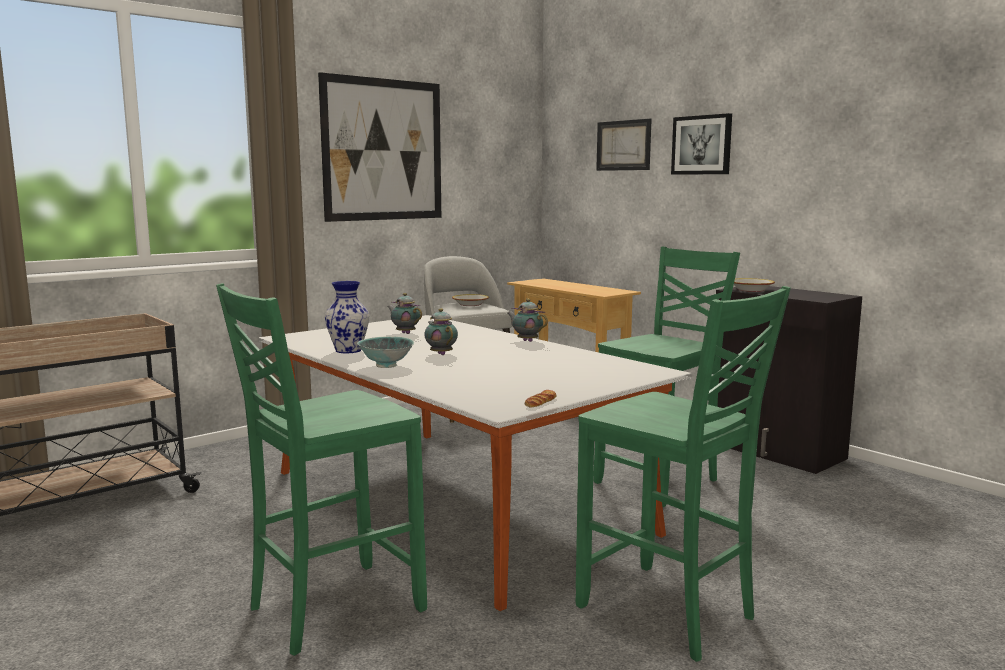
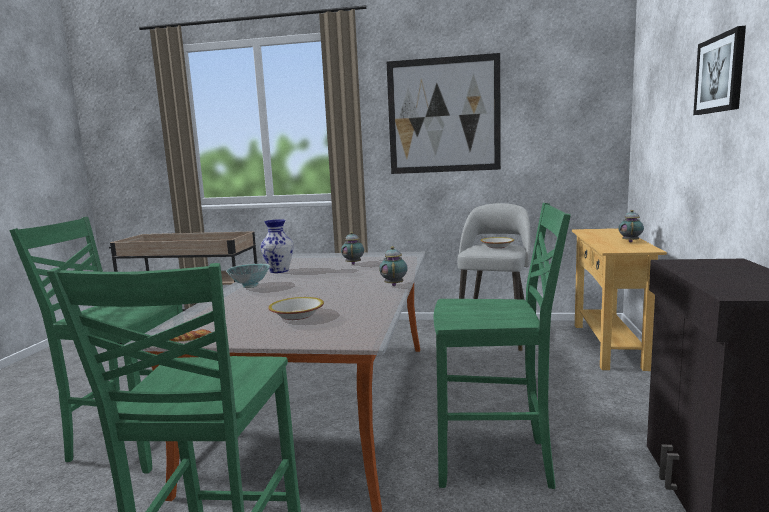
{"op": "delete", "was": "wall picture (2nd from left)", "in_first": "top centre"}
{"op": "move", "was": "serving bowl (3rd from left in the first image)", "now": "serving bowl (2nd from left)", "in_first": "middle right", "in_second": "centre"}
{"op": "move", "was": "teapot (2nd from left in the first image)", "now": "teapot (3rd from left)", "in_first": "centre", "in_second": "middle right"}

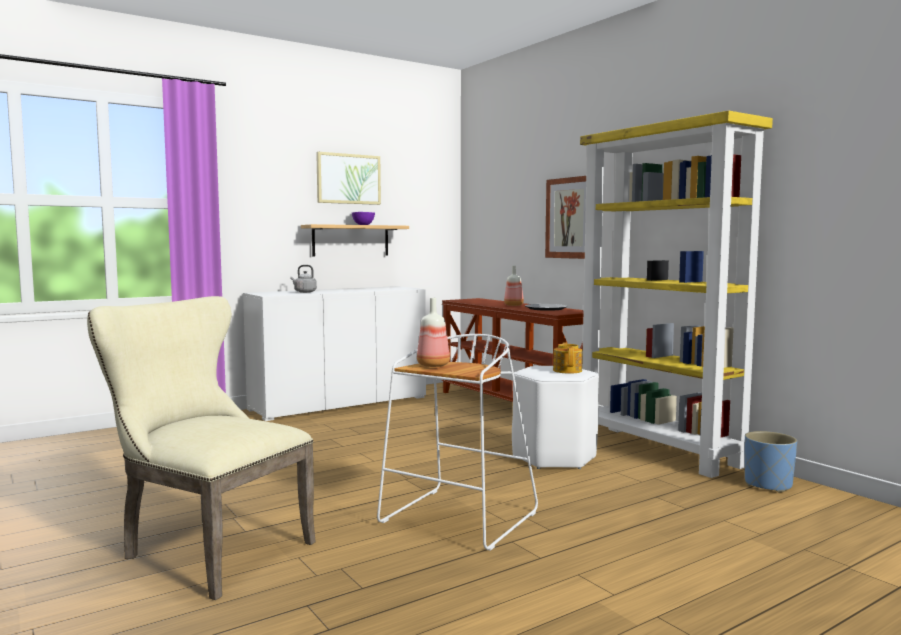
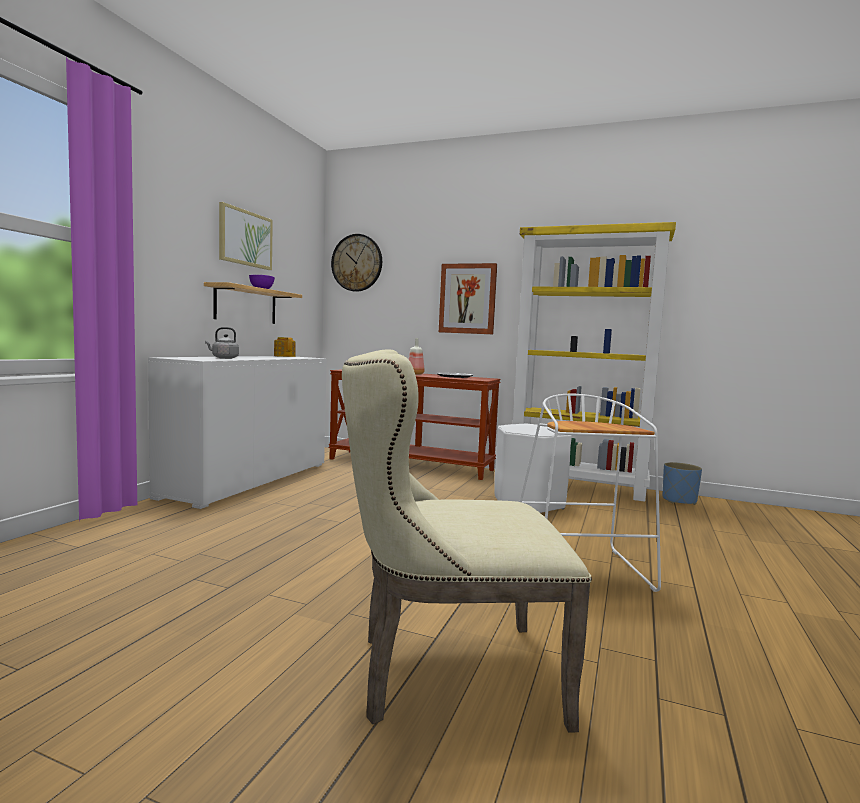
{"op": "delete", "was": "bottle (1st from left)", "in_first": "centre"}
{"op": "move", "was": "teapot", "in_first": "centre", "in_second": "middle left"}
{"op": "insert", "now": "clock on the wall", "in_second": "top centre"}

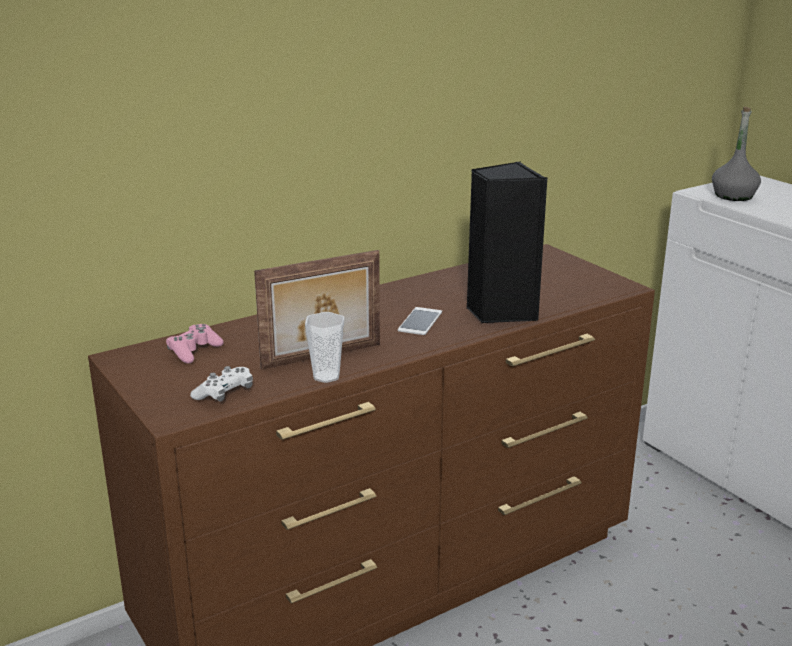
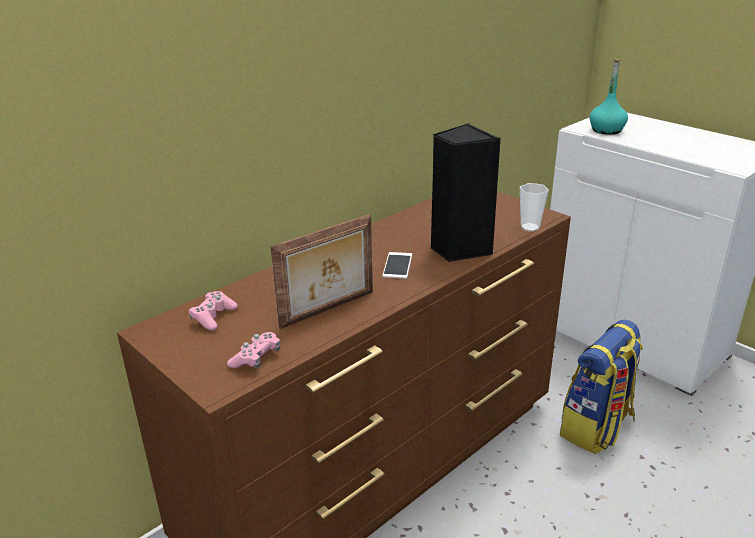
{"op": "recolor", "was": "gray bottle", "now": "turquoise-coloured bottle", "in_first": "top right", "in_second": "top right"}
{"op": "move", "was": "cup", "in_first": "centre", "in_second": "middle right"}
{"op": "recolor", "was": "whitish game controller", "now": "pink-coloured game controller (2nd from left)", "in_first": "middle left", "in_second": "centre"}
{"op": "insert", "now": "knapsack", "in_second": "bottom right"}

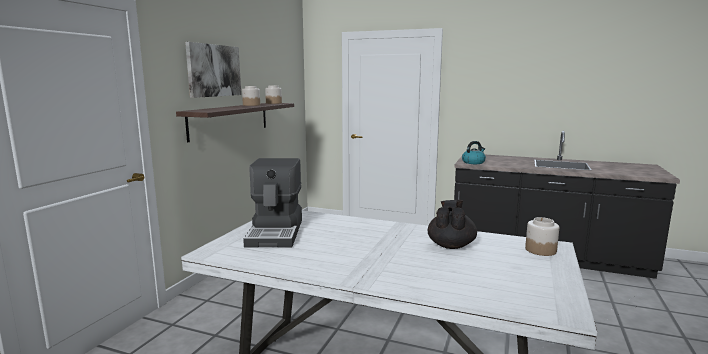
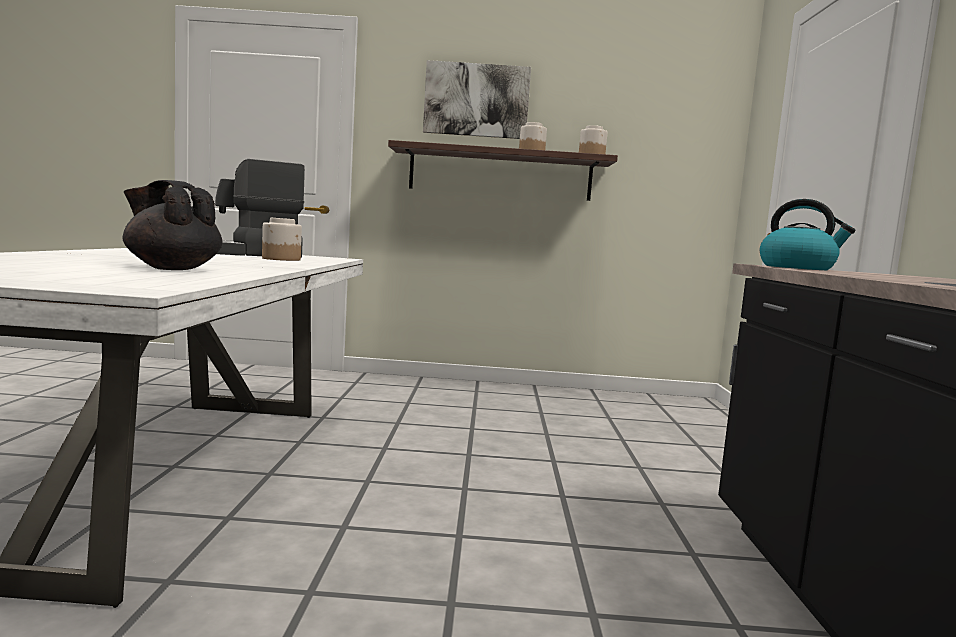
{"op": "rotate", "was": "blackish teapot", "in_first": "centre", "in_second": "middle left", "clockwise": -150}
{"op": "move", "was": "preserve jar (3rd from left in the first image)", "now": "preserve jar (1st from left)", "in_first": "bottom right", "in_second": "middle left"}

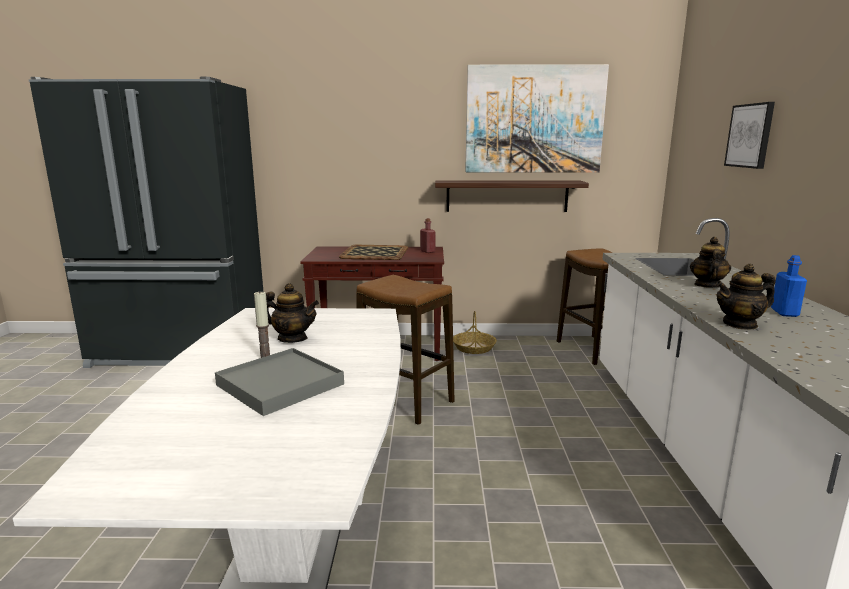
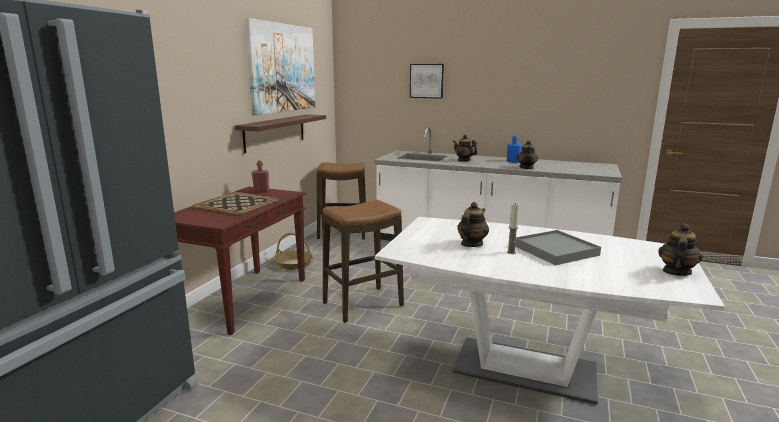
{"op": "insert", "now": "teapot (4th from left)", "in_second": "middle right"}

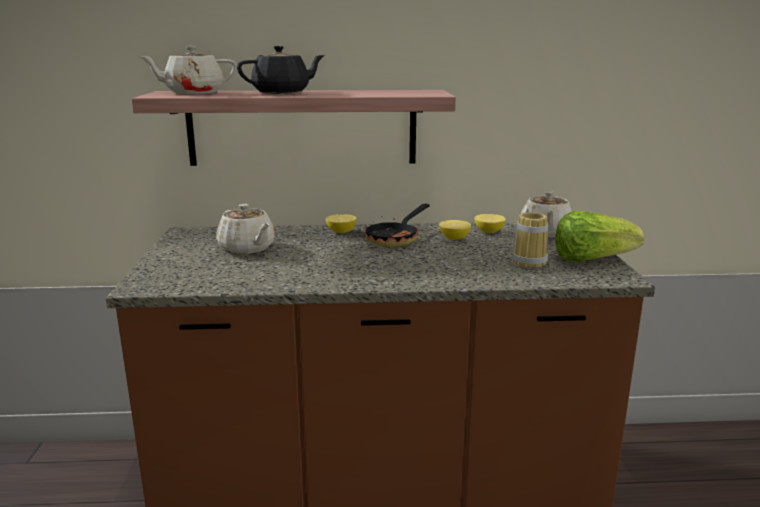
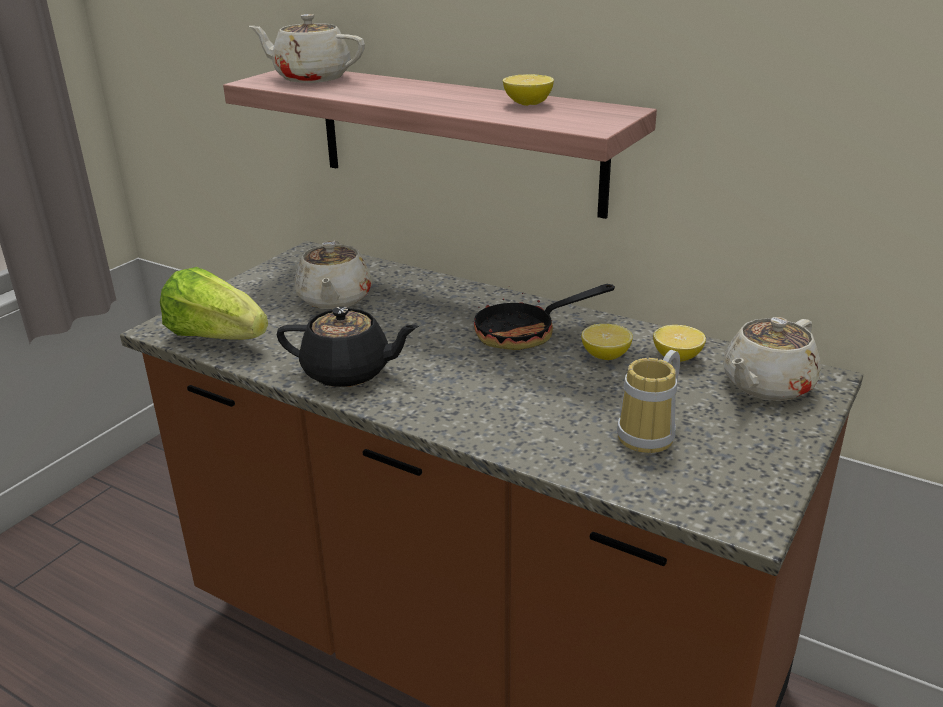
{"op": "move", "was": "blackish teapot", "in_first": "top centre", "in_second": "centre"}
{"op": "move", "was": "lettuce", "in_first": "middle right", "in_second": "middle left"}
{"op": "move", "was": "lemon (1st from left)", "in_first": "centre", "in_second": "top centre"}

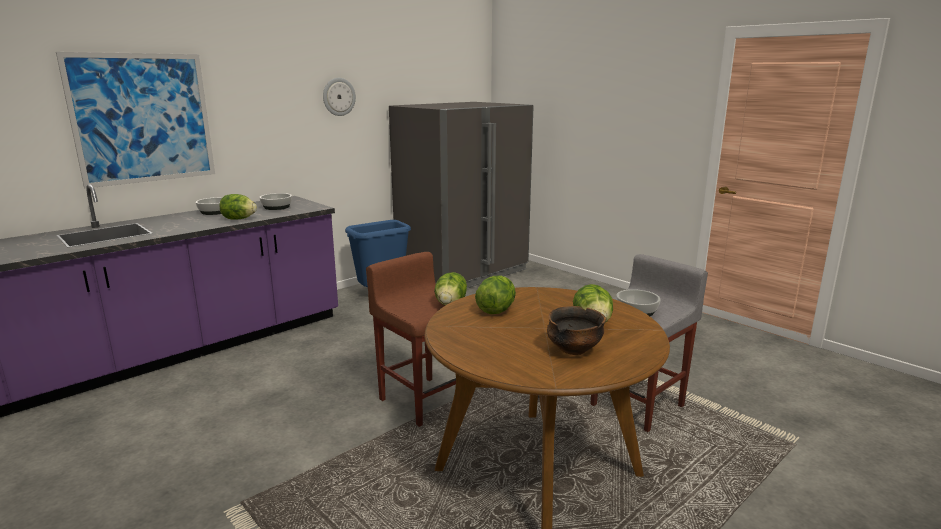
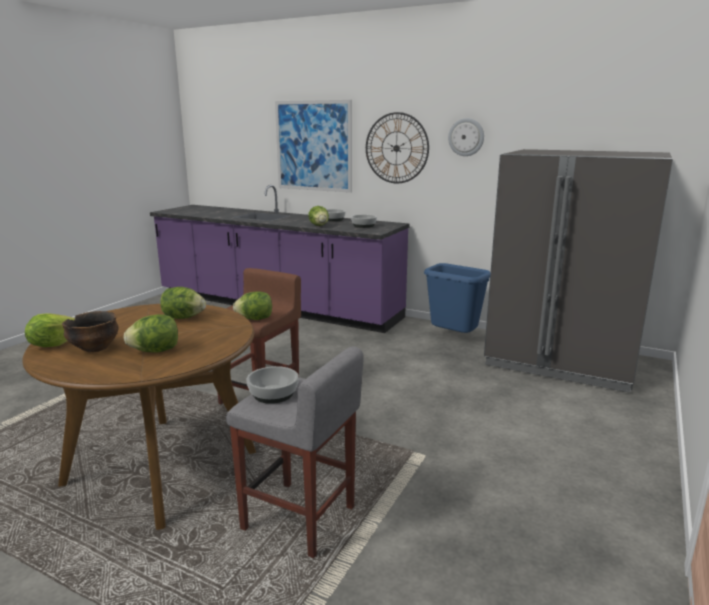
{"op": "insert", "now": "clock on the wall (1st from left)", "in_second": "top centre"}
{"op": "insert", "now": "lettuce (1st from left)", "in_second": "middle left"}

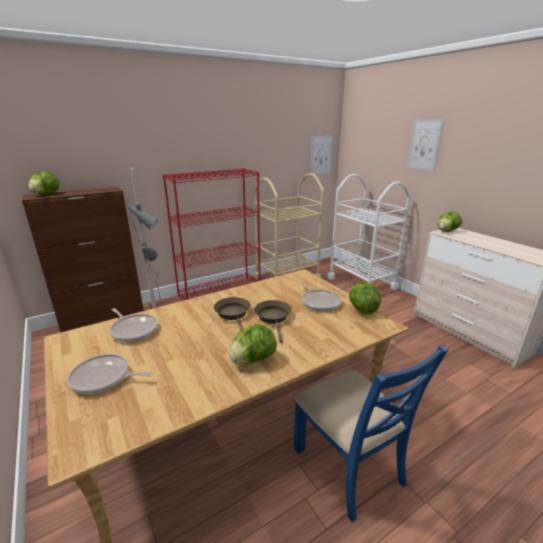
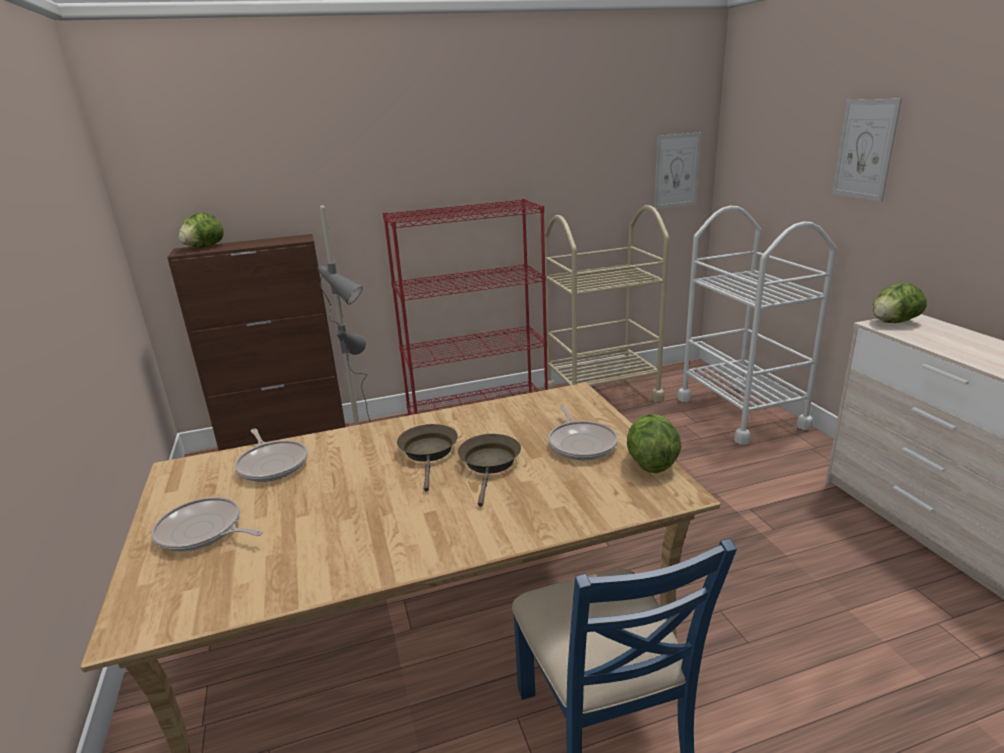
{"op": "delete", "was": "lettuce (2nd from left)", "in_first": "centre"}

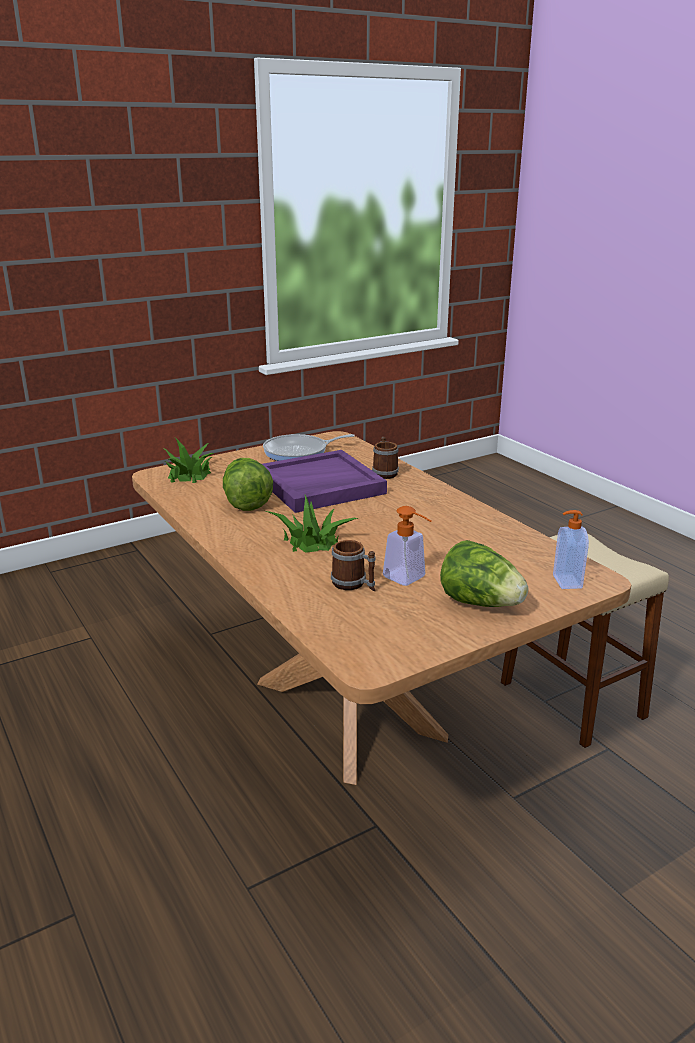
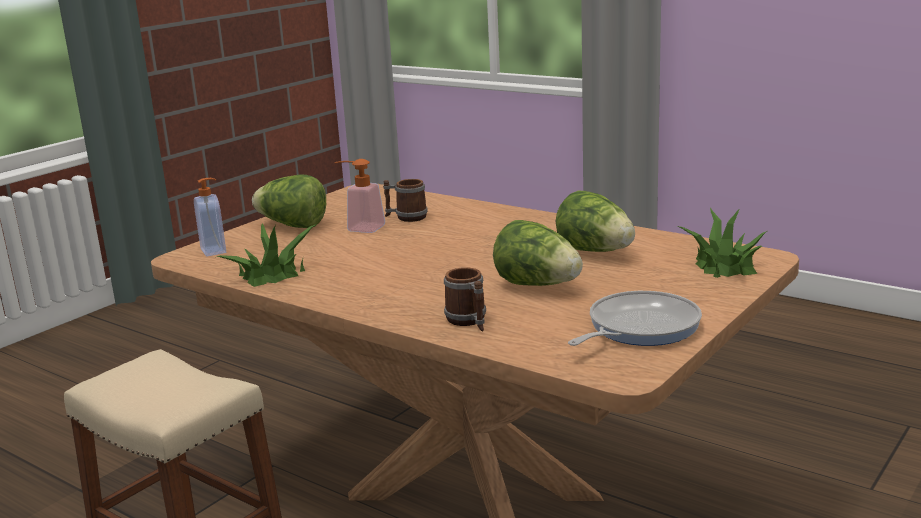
{"op": "replace", "was": "purplish carrying tray", "now": "lettuce (2nd from left)", "in_first": "centre", "in_second": "centre"}
{"op": "move", "was": "houseplant (2nd from left in the first image)", "now": "houseplant (1st from left)", "in_first": "centre", "in_second": "middle left"}

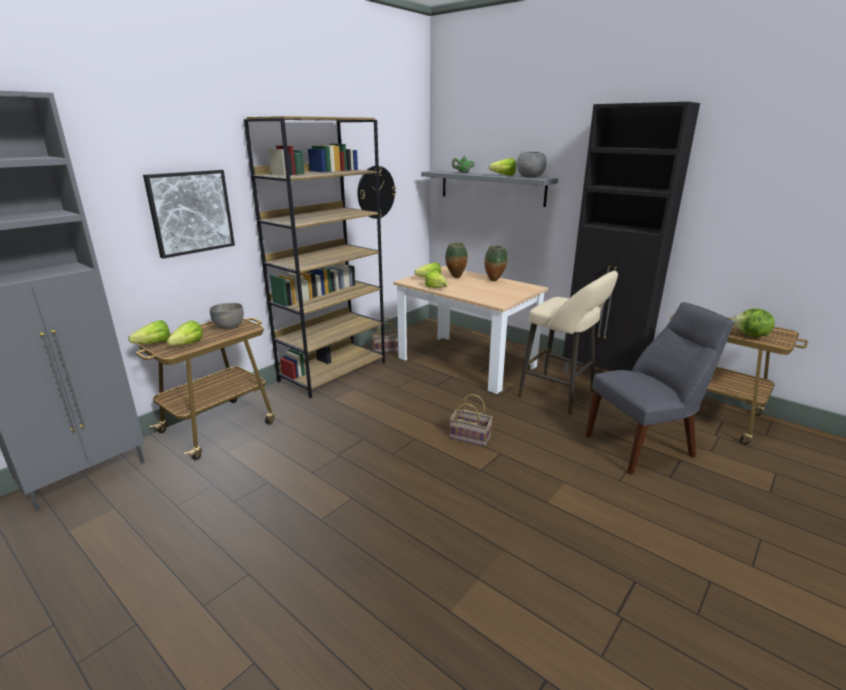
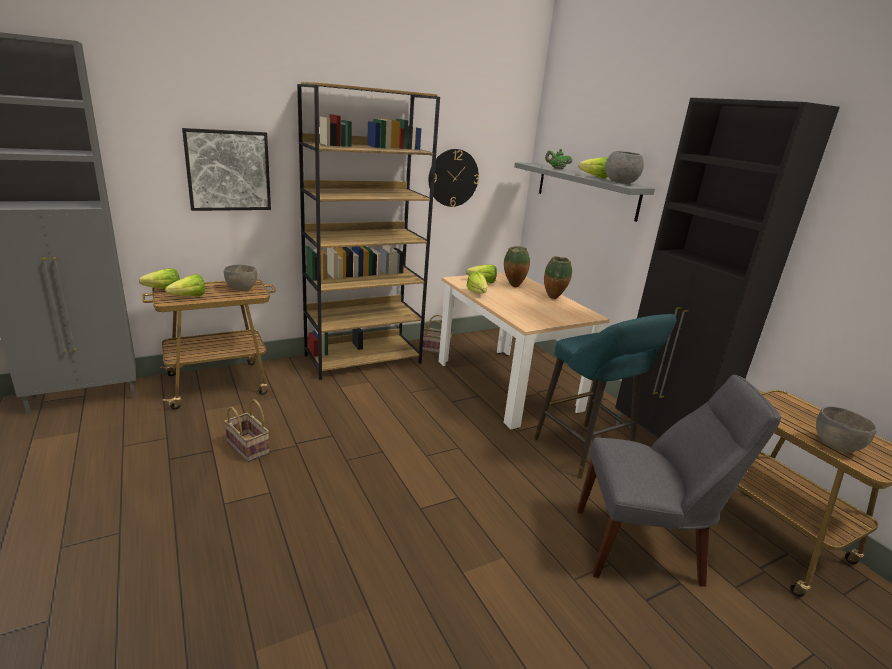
{"op": "recolor", "was": "beige-coloured stool", "now": "turquoise-coloured stool", "in_first": "middle right", "in_second": "middle right"}
{"op": "replace", "was": "lettuce (6th from left)", "now": "gray serving bowl (3rd from left)", "in_first": "middle right", "in_second": "middle right"}
{"op": "move", "was": "household basket (2nd from left in the first image)", "now": "household basket (1st from left)", "in_first": "centre", "in_second": "middle left"}

